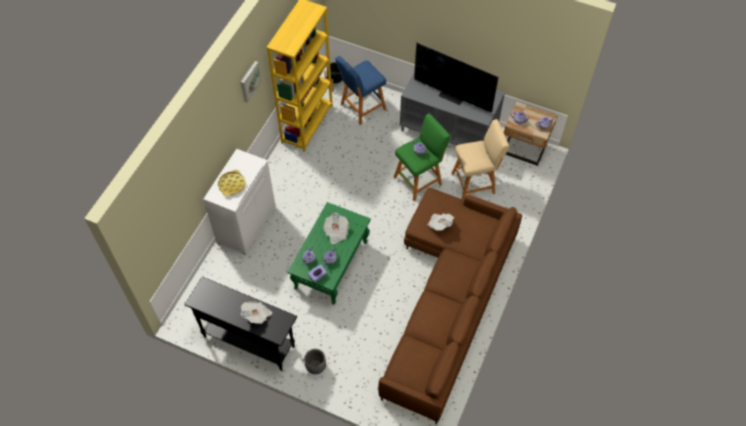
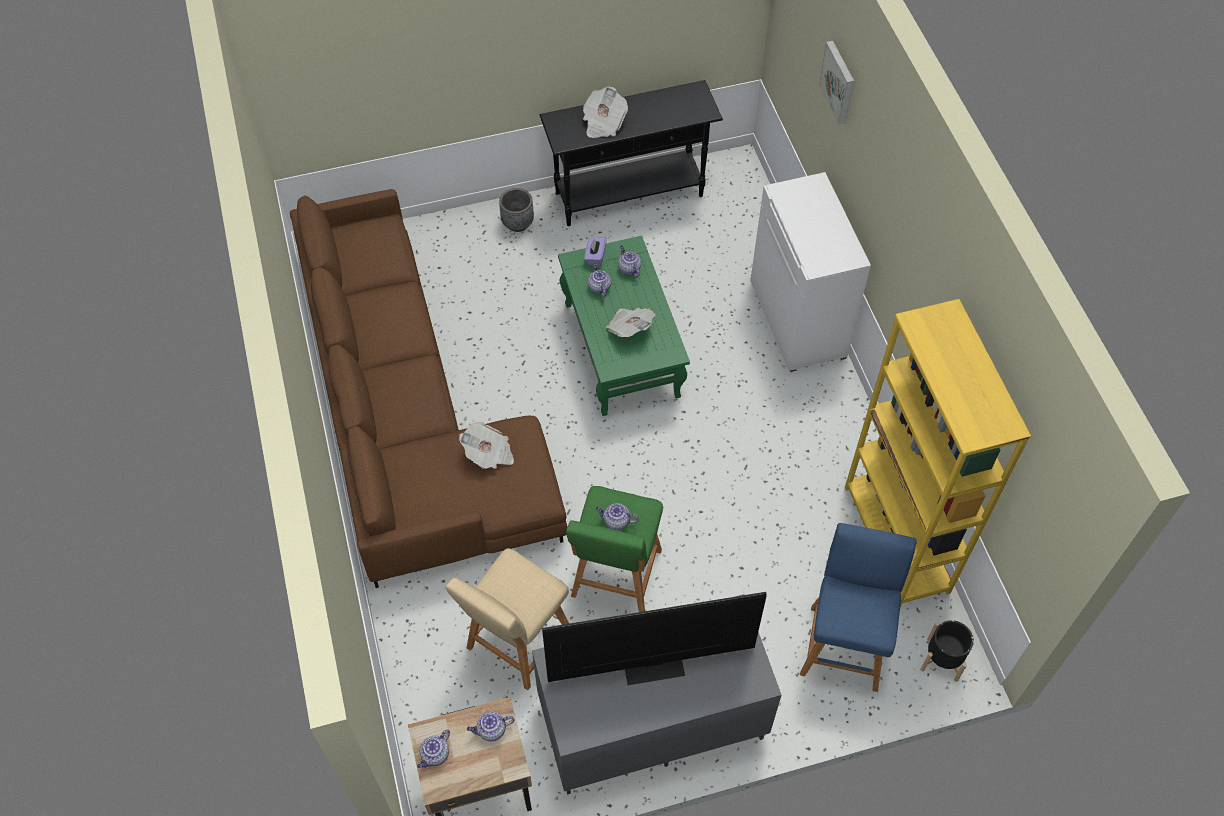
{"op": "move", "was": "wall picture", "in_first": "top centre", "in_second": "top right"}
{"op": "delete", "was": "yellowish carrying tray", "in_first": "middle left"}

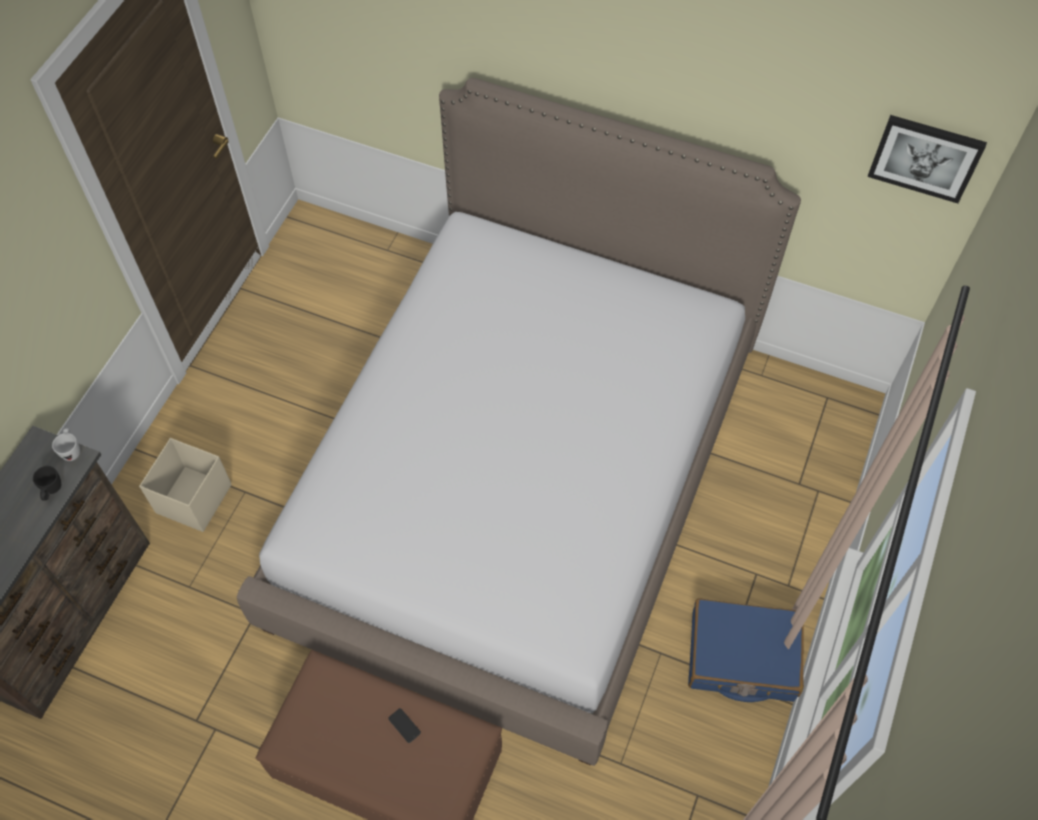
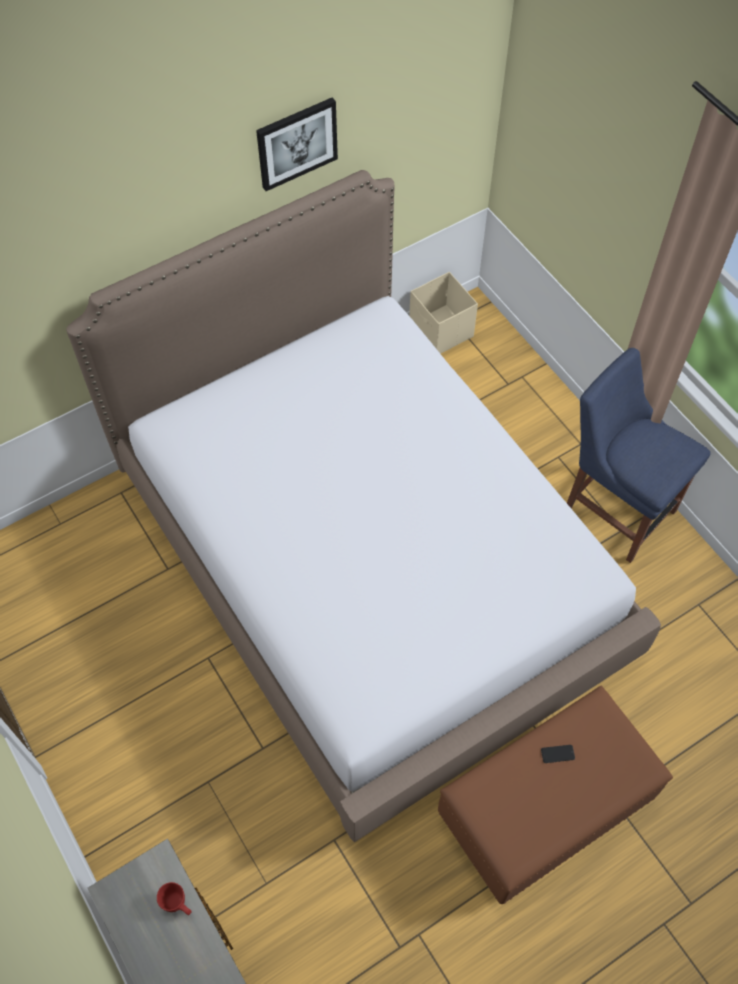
{"op": "move", "was": "wall picture", "in_first": "top right", "in_second": "top centre"}
{"op": "delete", "was": "whitish coffee mug", "in_first": "middle left"}
{"op": "move", "was": "beige-coloured storage container", "in_first": "middle left", "in_second": "top centre"}
{"op": "recolor", "was": "blackish coffee mug", "now": "reddish coffee mug", "in_first": "middle left", "in_second": "bottom left"}
{"op": "replace", "was": "blue suitcase", "now": "blue plain chair", "in_first": "bottom right", "in_second": "middle right"}

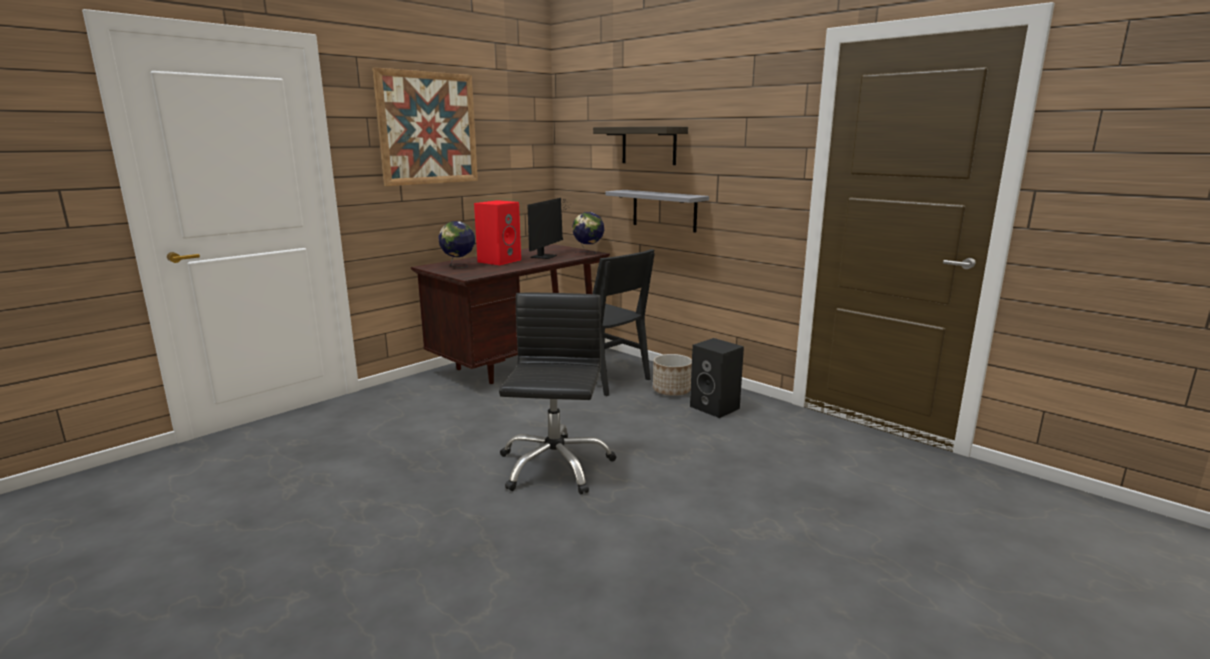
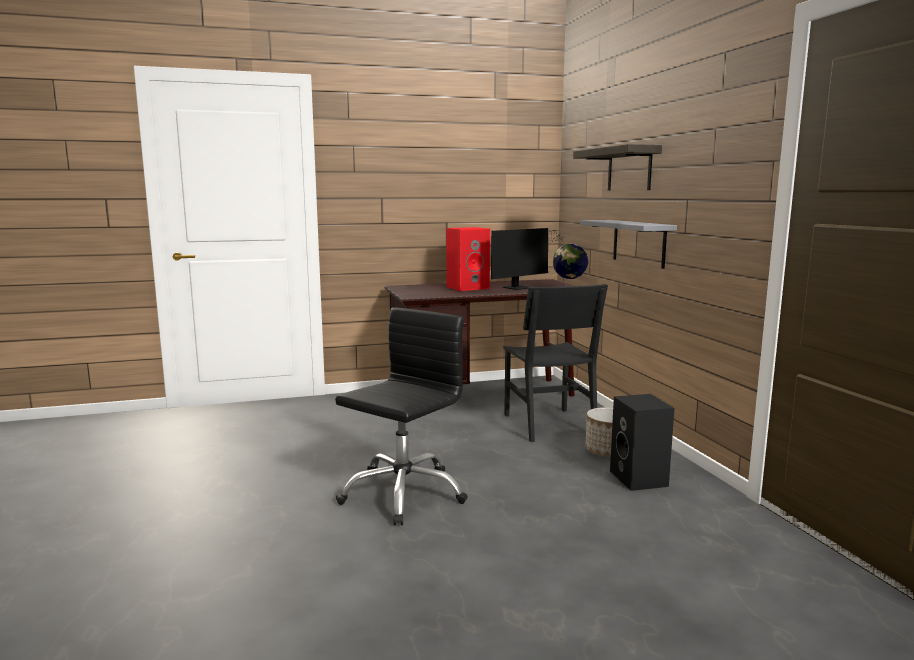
{"op": "delete", "was": "wall picture", "in_first": "top centre"}
{"op": "delete", "was": "globe (1st from left)", "in_first": "centre"}

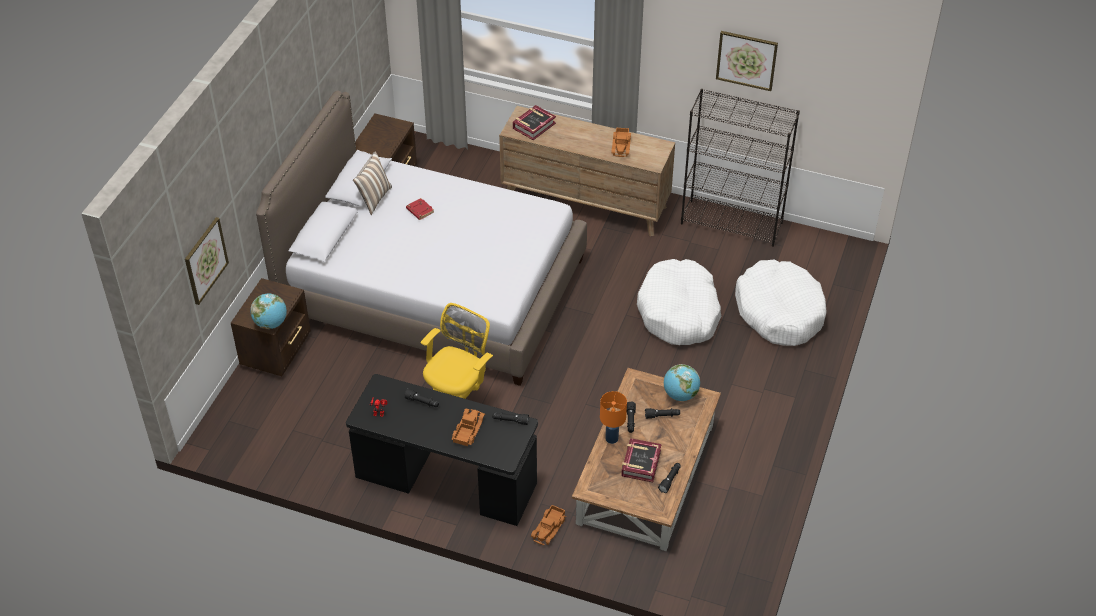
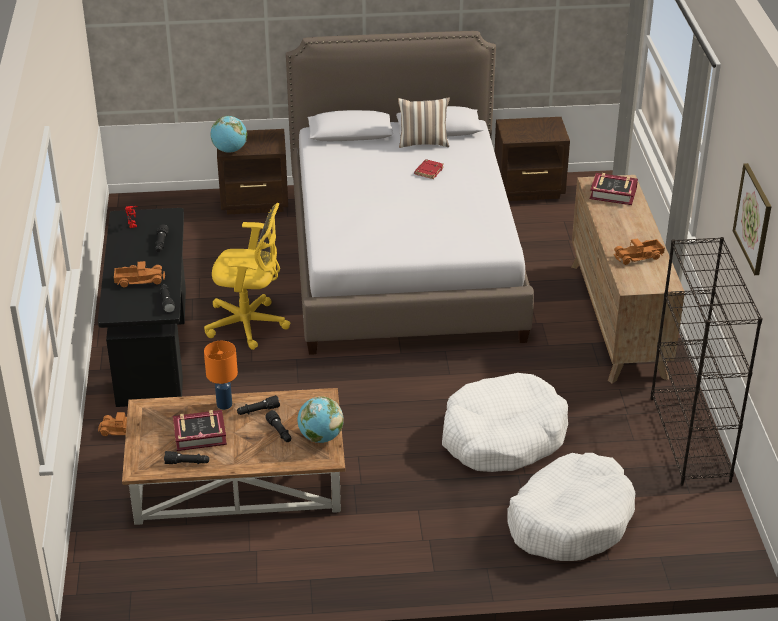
{"op": "delete", "was": "wall picture (1st from left)", "in_first": "middle left"}

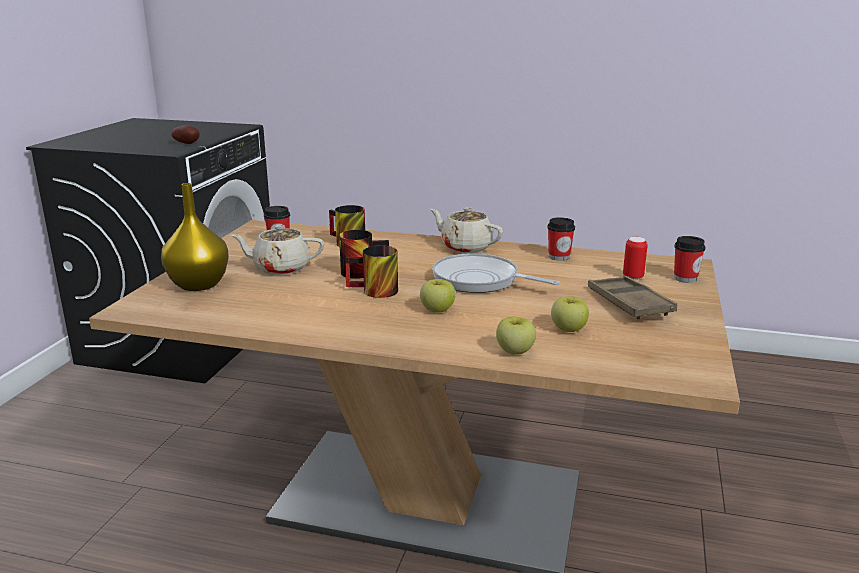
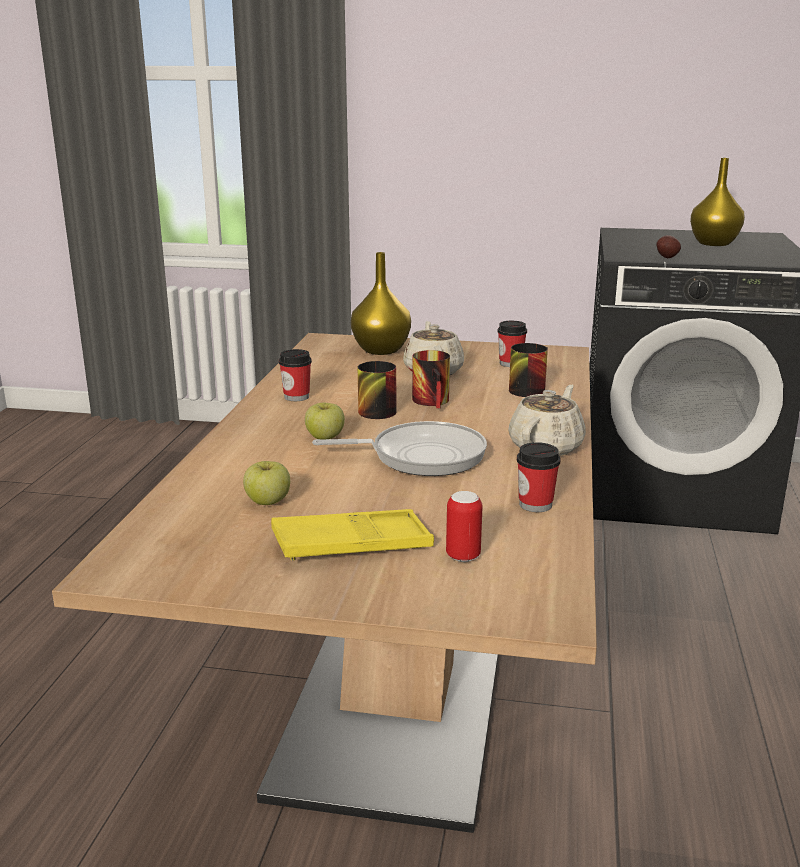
{"op": "move", "was": "cup (3rd from left in the first image)", "now": "cup (1st from left)", "in_first": "middle right", "in_second": "centre"}
{"op": "rotate", "was": "frying pan", "in_first": "centre", "in_second": "centre", "clockwise": 60}
{"op": "recolor", "was": "brown-coloured carrying tray", "now": "yellowish carrying tray", "in_first": "middle right", "in_second": "centre"}
{"op": "delete", "was": "apple fruit (2nd from left)", "in_first": "centre"}
{"op": "insert", "now": "yellowish vase (2nd from left)", "in_second": "top right"}

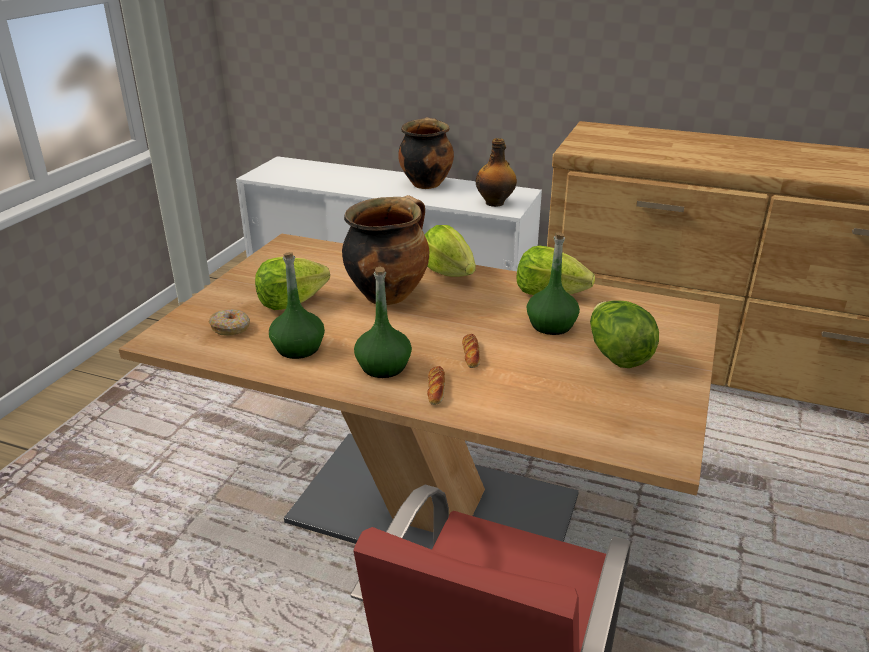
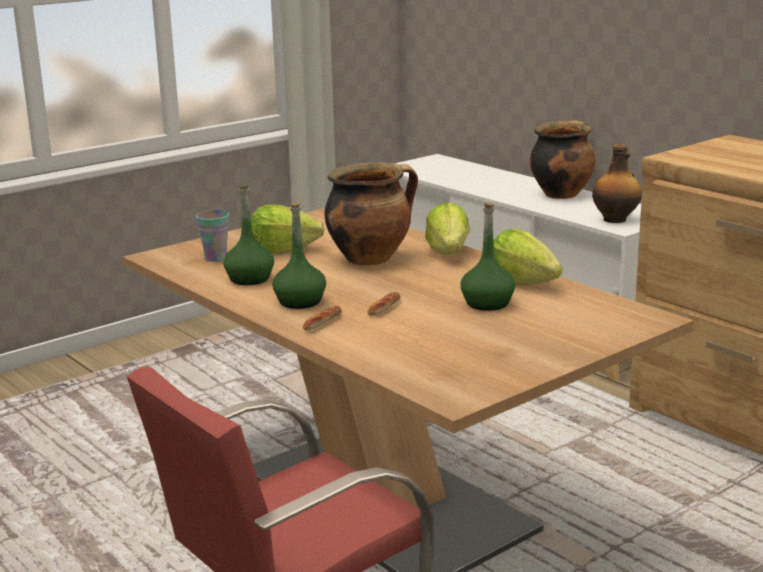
{"op": "delete", "was": "lettuce (4th from left)", "in_first": "middle right"}
{"op": "replace", "was": "doughnut", "now": "cup", "in_first": "middle left", "in_second": "middle left"}

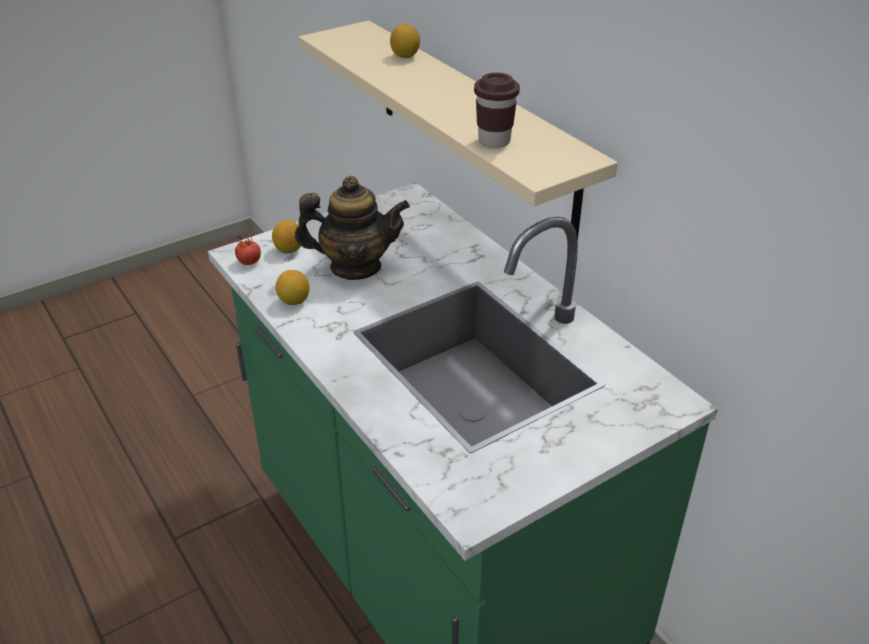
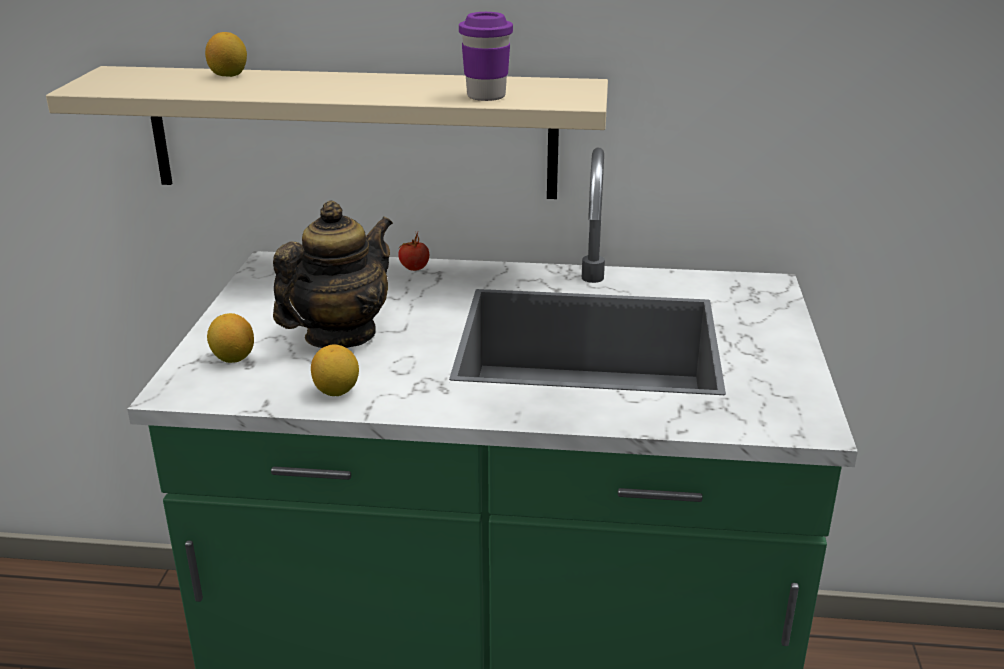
{"op": "recolor", "was": "brown-coloured cup", "now": "purplish cup", "in_first": "top centre", "in_second": "top centre"}
{"op": "move", "was": "tomato", "in_first": "middle left", "in_second": "centre"}

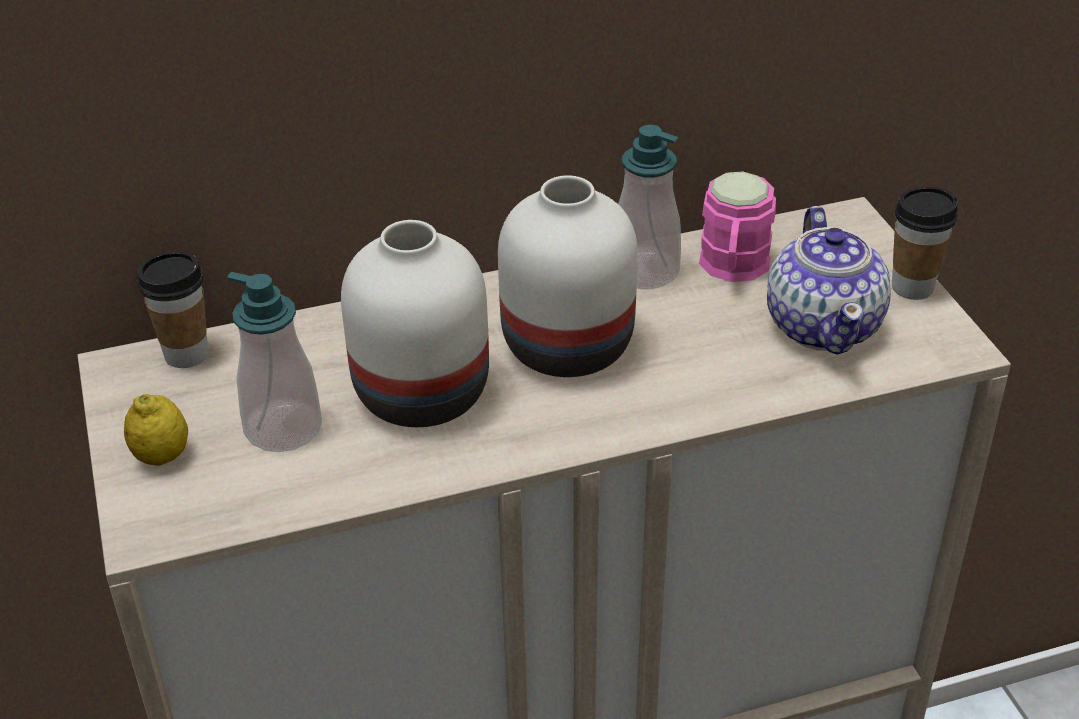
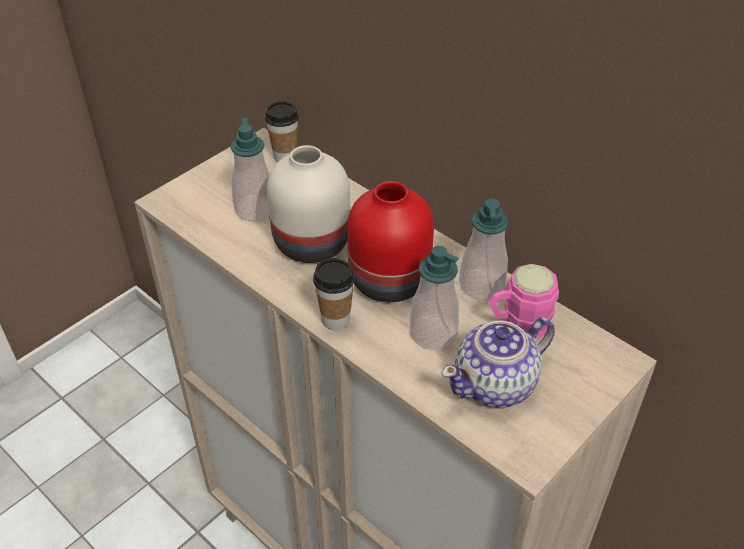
{"op": "recolor", "was": "whitish vase (2nd from left)", "now": "reddish vase", "in_first": "centre", "in_second": "centre"}
{"op": "move", "was": "cup (2nd from left)", "in_first": "middle right", "in_second": "centre"}
{"op": "delete", "was": "lemon", "in_first": "middle left"}
{"op": "insert", "now": "soap dispenser (2nd from left)", "in_second": "centre"}

